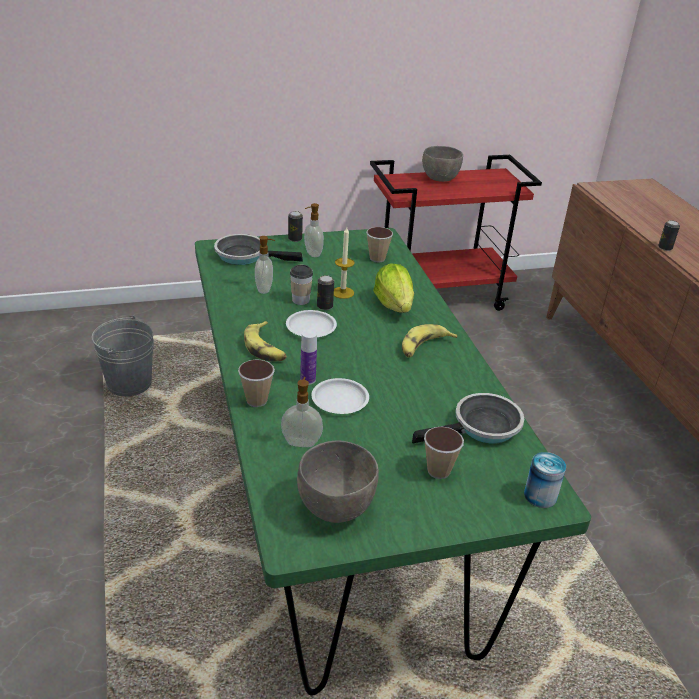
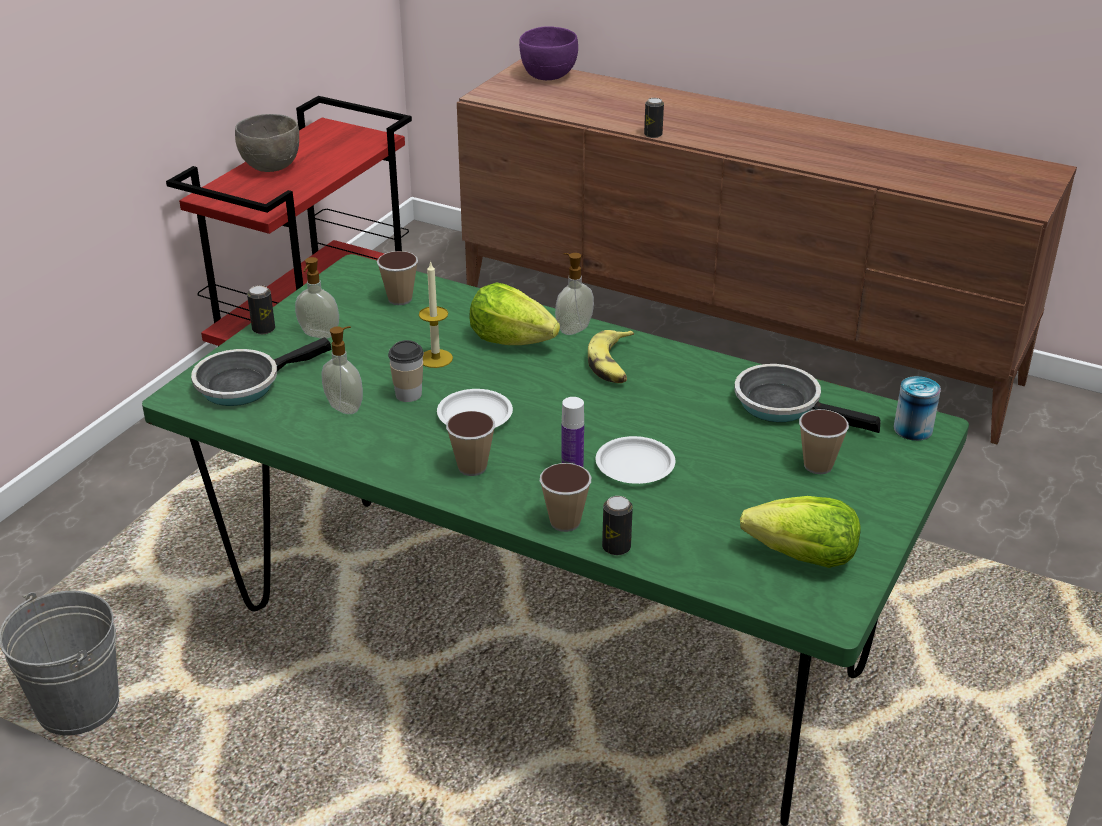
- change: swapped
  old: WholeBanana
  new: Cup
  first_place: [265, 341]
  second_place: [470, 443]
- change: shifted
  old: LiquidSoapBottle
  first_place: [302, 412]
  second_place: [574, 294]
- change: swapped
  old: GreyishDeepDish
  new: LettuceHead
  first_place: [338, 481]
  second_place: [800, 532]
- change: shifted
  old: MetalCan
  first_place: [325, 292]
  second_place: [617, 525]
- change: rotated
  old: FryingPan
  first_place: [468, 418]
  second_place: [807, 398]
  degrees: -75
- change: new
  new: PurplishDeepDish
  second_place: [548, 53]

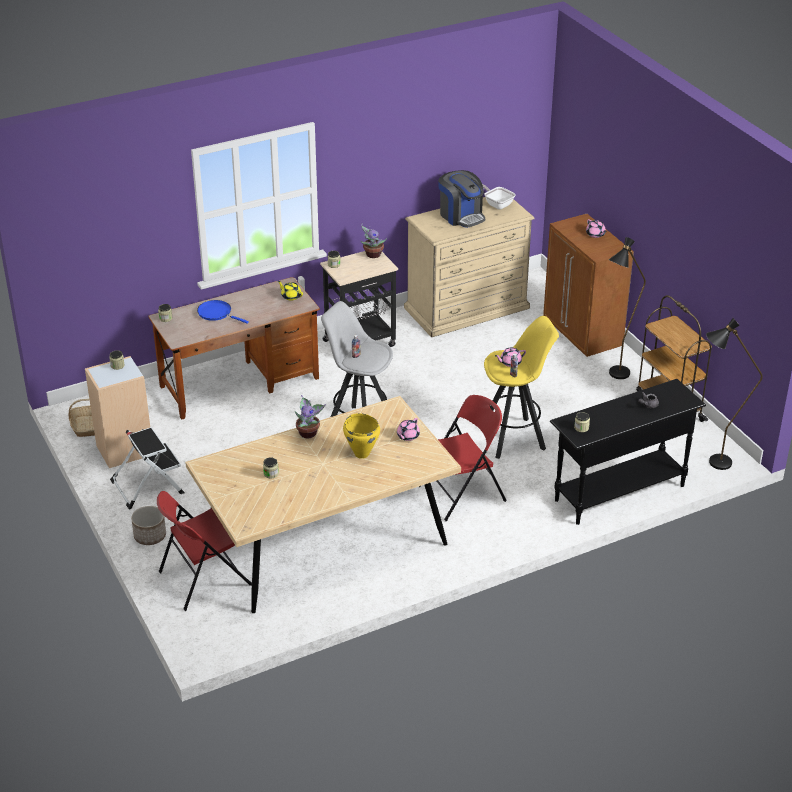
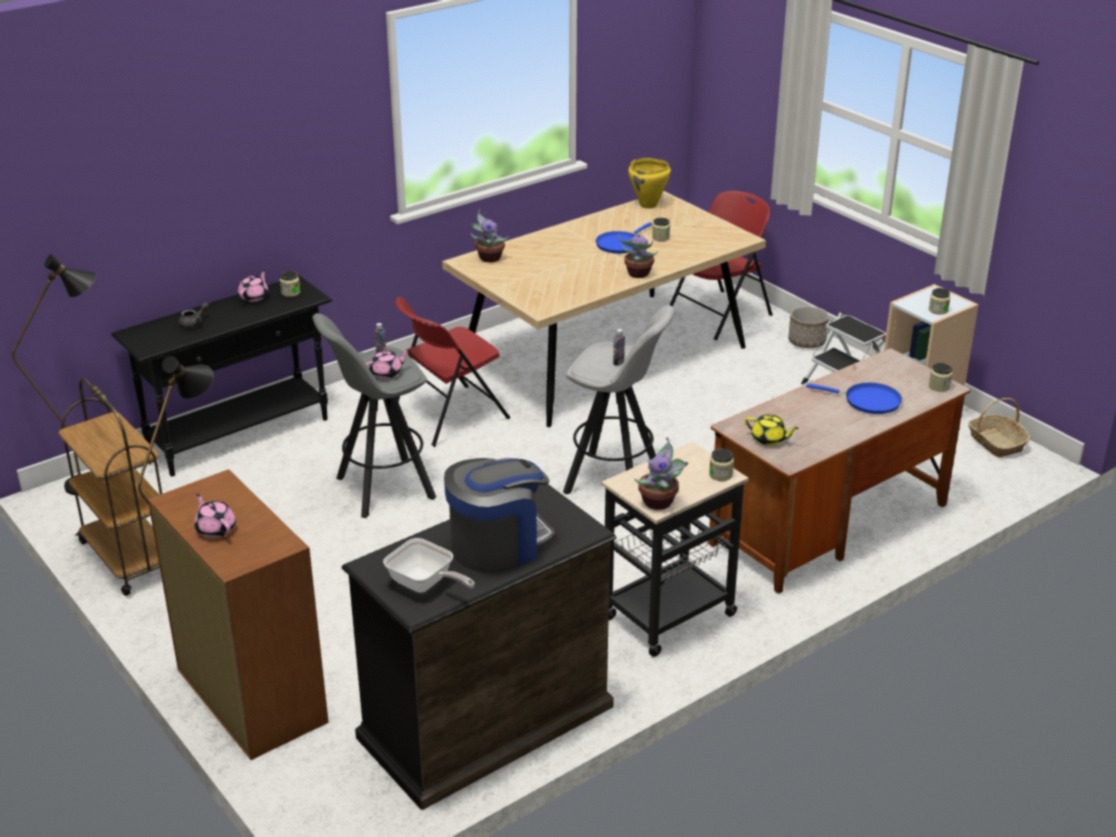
- change: shifted
  old: YellowStockpot
  first_place: [361, 436]
  second_place: [649, 183]
- change: shifted
  old: PinkishTeapot
  first_place: [408, 429]
  second_place: [253, 286]
- change: repainted
  old: BeigeColouredChestOfDrawers
  new: BlackishChestOfDrawers
  first_place: [469, 267]
  second_place: [479, 647]
- change: rotated
  old: CoffeeMachine
  first_place: [461, 199]
  second_place: [499, 515]
  degrees: 105
- change: repainted
  old: YellowStool
  new: GreyishStool
  first_place: [521, 387]
  second_place: [374, 415]
- change: new
  new: PlantInAPot
  second_place: [490, 235]
- change: new
  new: BlueFryingPan
  second_place: [624, 238]

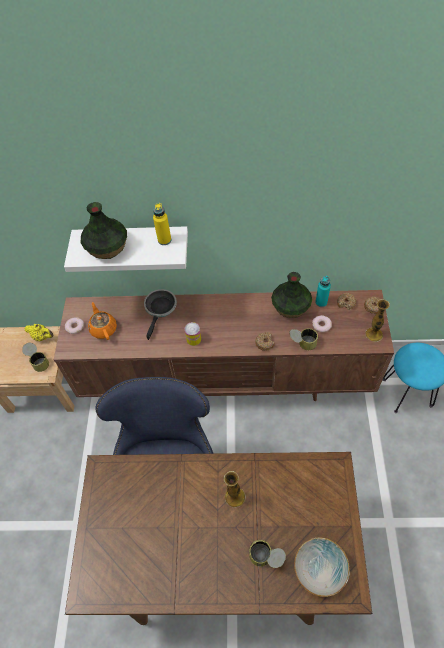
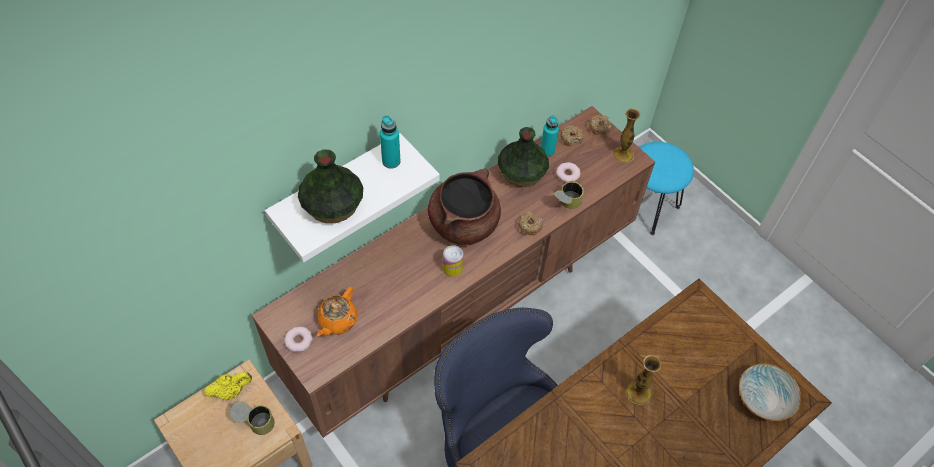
- change: rotated
  old: OrangeTeapot
  first_place: [102, 321]
  second_place: [337, 311]
  degrees: -90
- change: gone
  old: FryingPan
  first_place: [160, 314]
- change: repainted
  old: YellowDrinkBottle
  new: BlueGreenDrinkBottle
  first_place: [162, 224]
  second_place: [390, 142]
- change: gone
  old: MetalCan
  first_place: [267, 554]
- change: new
  new: BrownStockpot
  second_place: [464, 207]

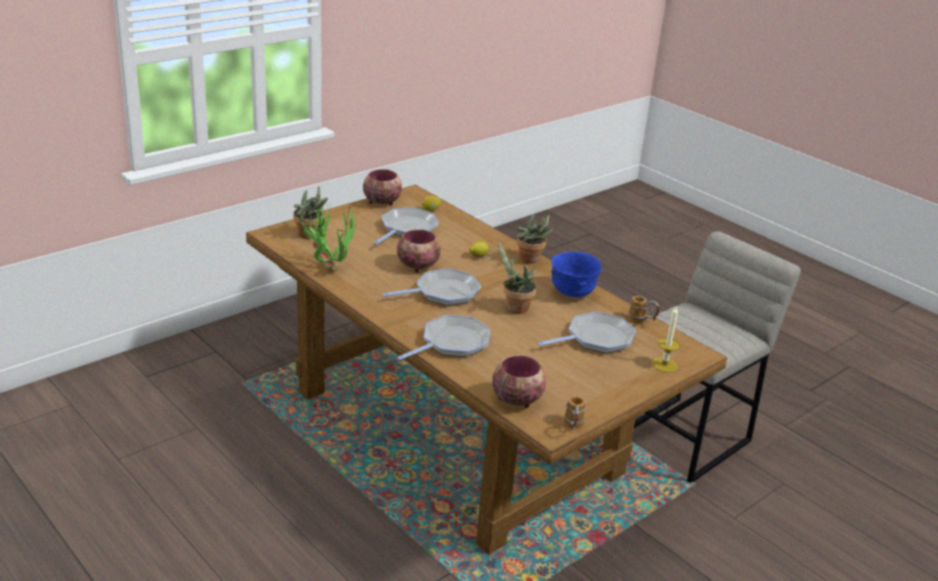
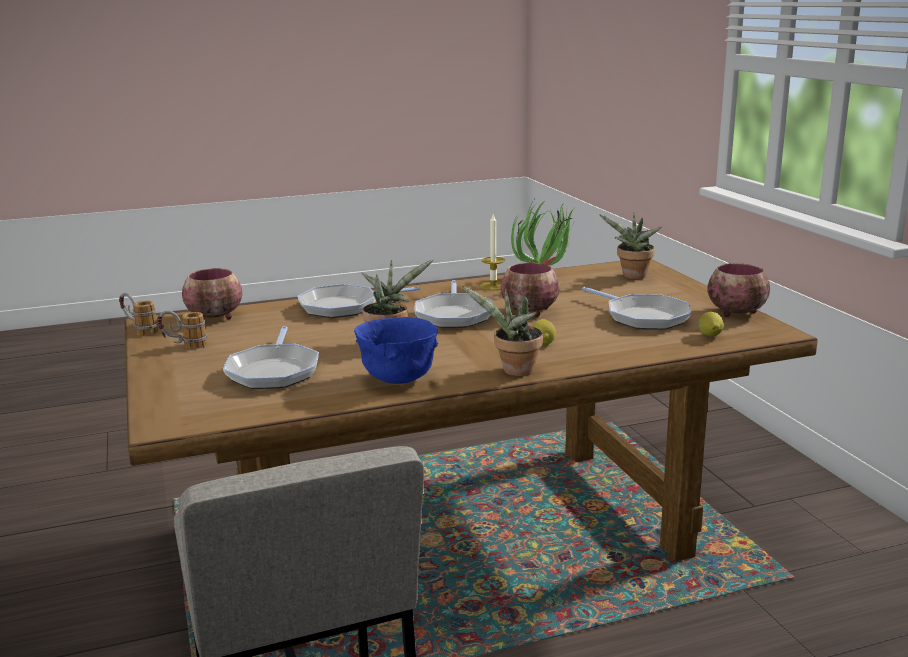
- change: rotated
  old: FryingPan
  first_place: [443, 337]
  second_place: [358, 301]
  degrees: 90
- change: shifted
  old: CoffeeMug
  first_place: [644, 309]
  second_place: [182, 329]
- change: shifted
  old: WaxLight
  first_place: [666, 338]
  second_place: [492, 252]

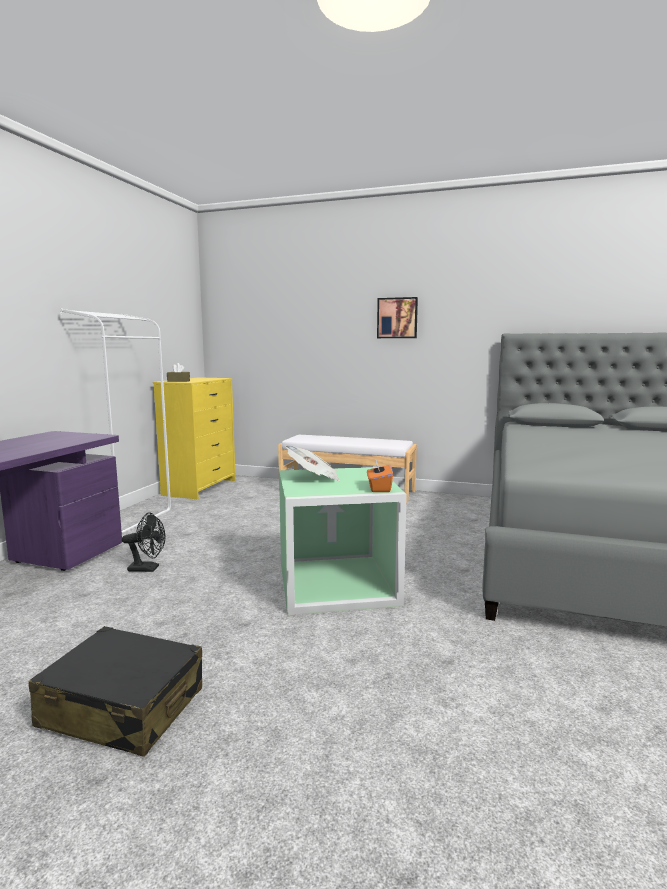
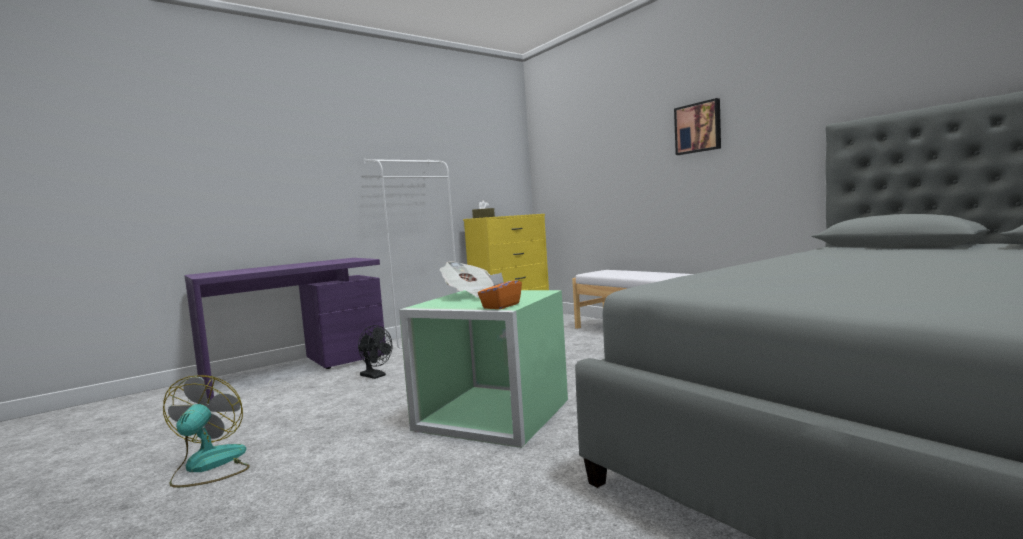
- change: swapped
  old: BlackishTravelCase
  new: Fan
  first_place: [115, 691]
  second_place: [206, 431]

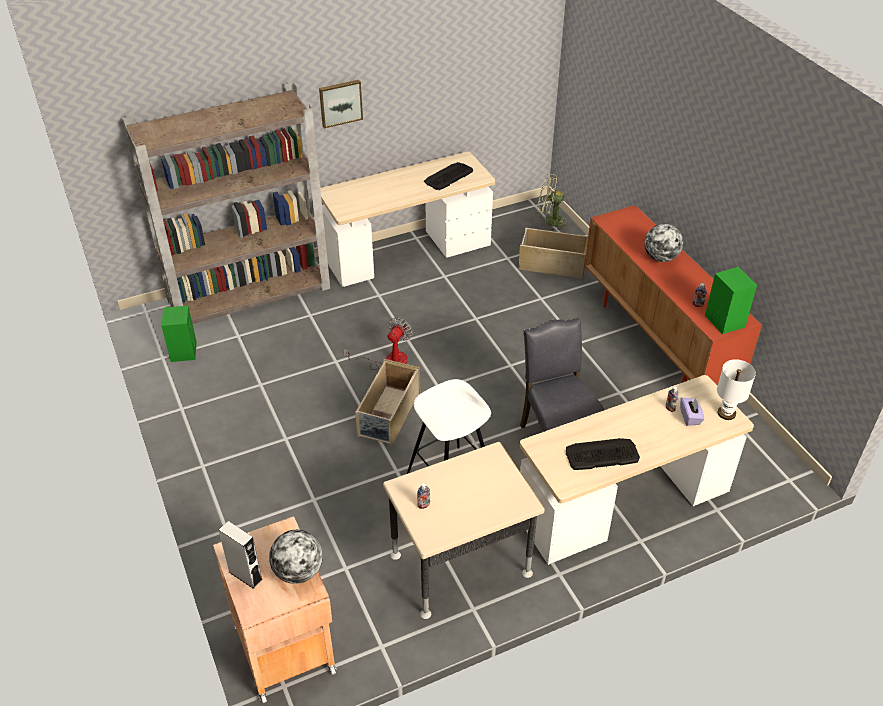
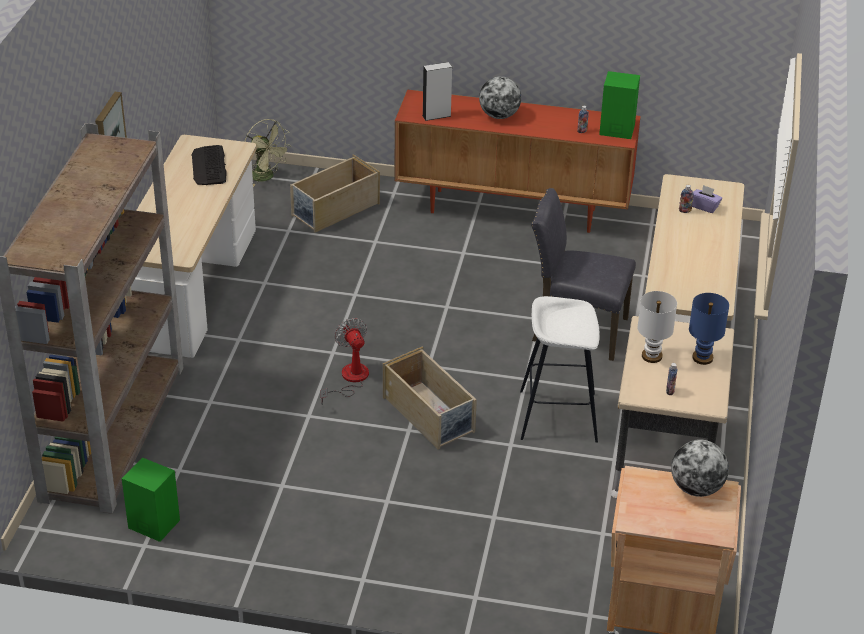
- change: shifted
  old: GreyishSpeaker
  first_place: [241, 555]
  second_place: [437, 91]
- change: rotated
  old: GreenFan
  first_place: [553, 202]
  second_place: [268, 153]
  degrees: -90
- change: gone
  old: Keyboard
  first_place: [603, 454]
- change: shifted
  old: WhiteTableLamp
  first_place: [736, 389]
  second_place: [657, 327]
- change: new
  new: BlueTableLamp
  second_place: [709, 329]

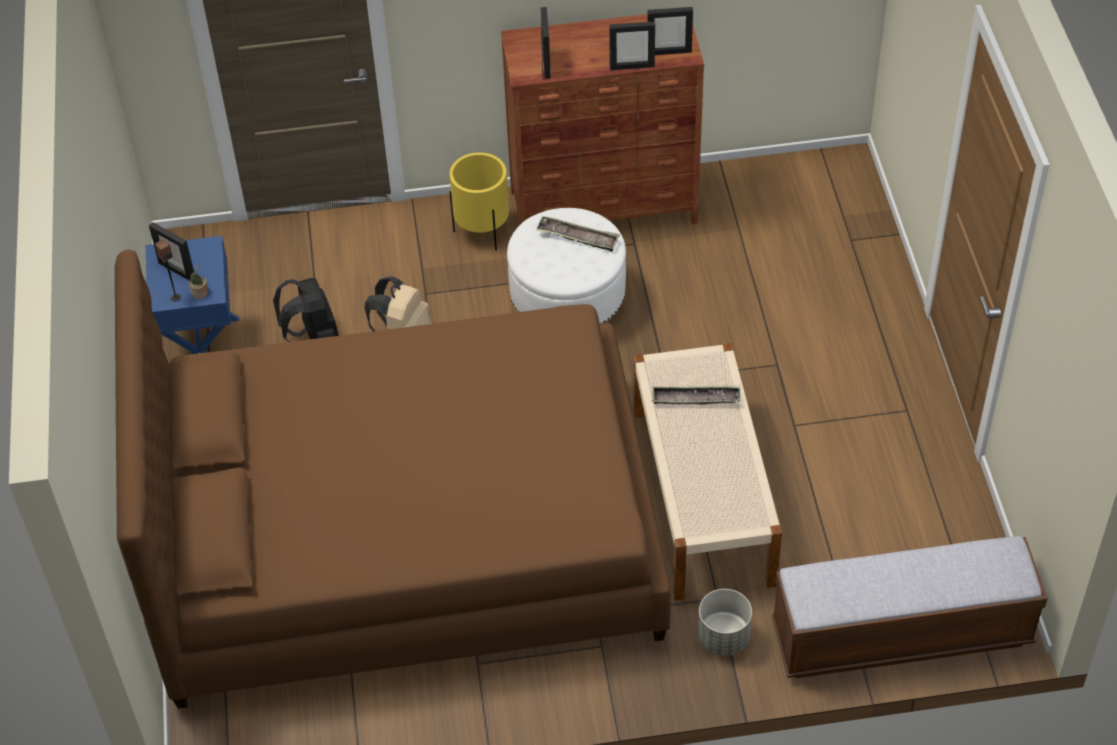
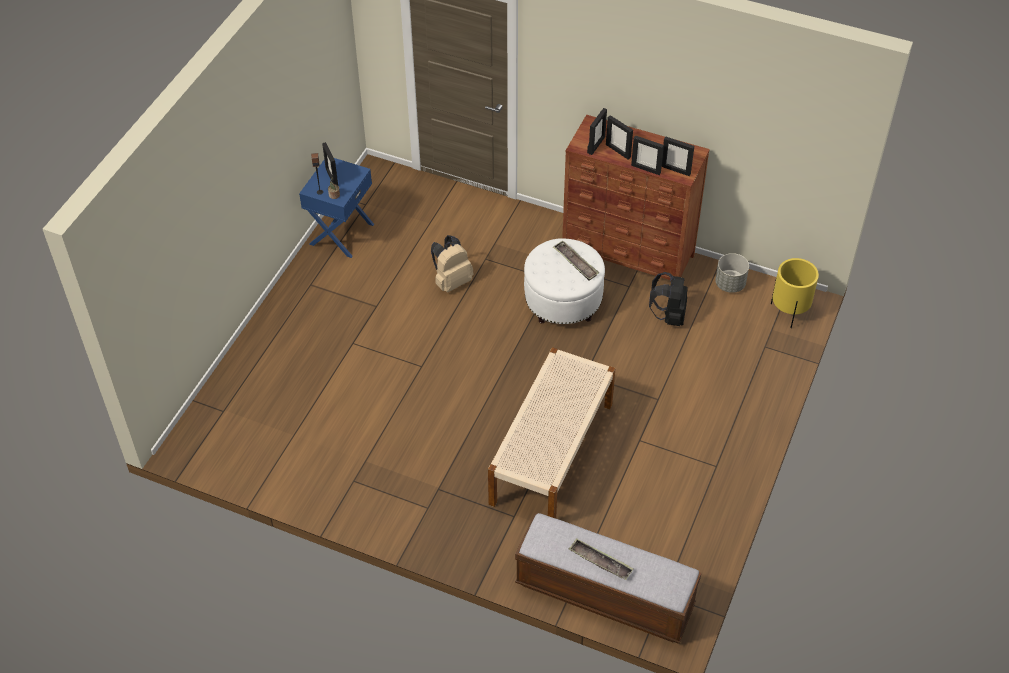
- change: gone
  old: BrownSleepingBed
  first_place: [393, 479]
- change: shifted
  old: BlackishBackpack
  first_place: [306, 310]
  second_place: [668, 299]
- change: shifted
  old: YellowPlantPot
  first_place: [479, 201]
  second_place: [795, 293]
- change: shifted
  old: ServingTray
  first_place: [696, 395]
  second_place: [601, 559]
- change: shifted
  old: GreyishPlantPot
  first_place: [725, 622]
  second_place: [732, 273]
- change: new
  new: PictureFrame
  second_place: [619, 137]

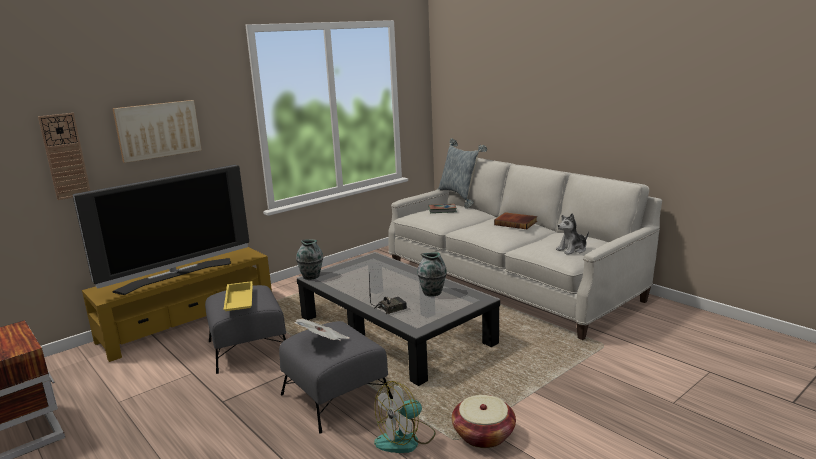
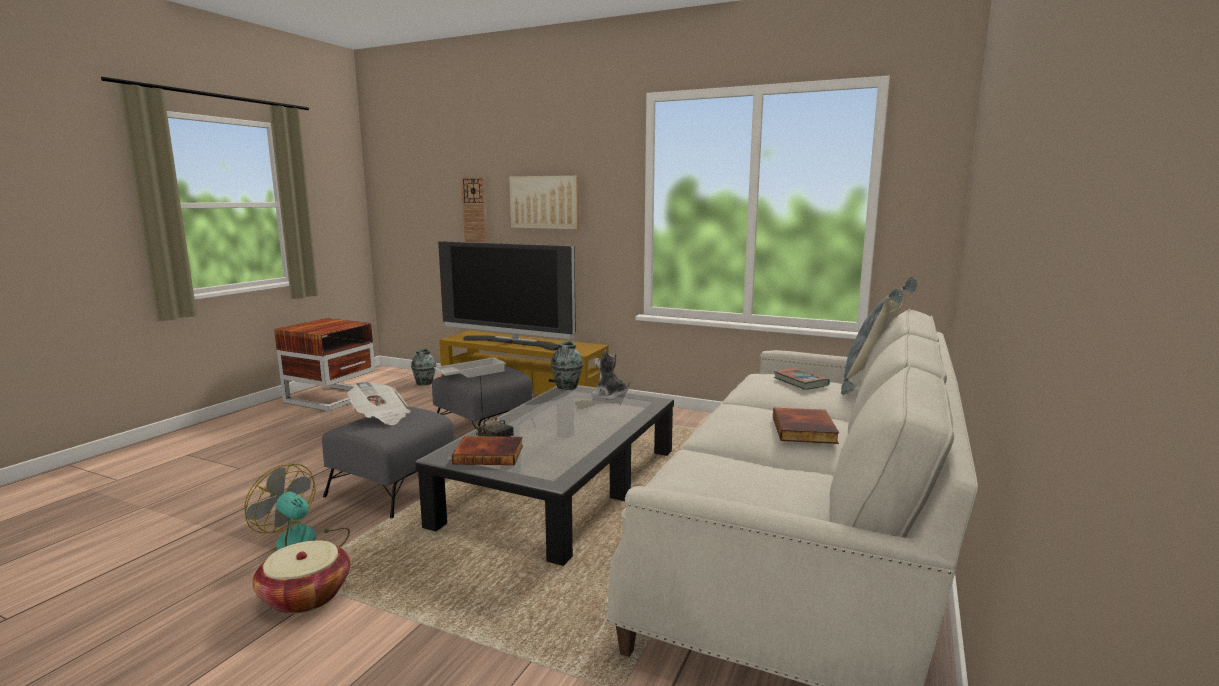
- change: repainted
  old: YellowServingTray
  new: WhiteServingTray
  first_place: [238, 296]
  second_place: [470, 368]
- change: shifted
  old: DecorativeVase
  first_place: [432, 274]
  second_place: [423, 366]
- change: shifted
  old: CuddlyToy
  first_place: [572, 234]
  second_place: [611, 375]
- change: new
  new: Book
  second_place: [487, 450]

